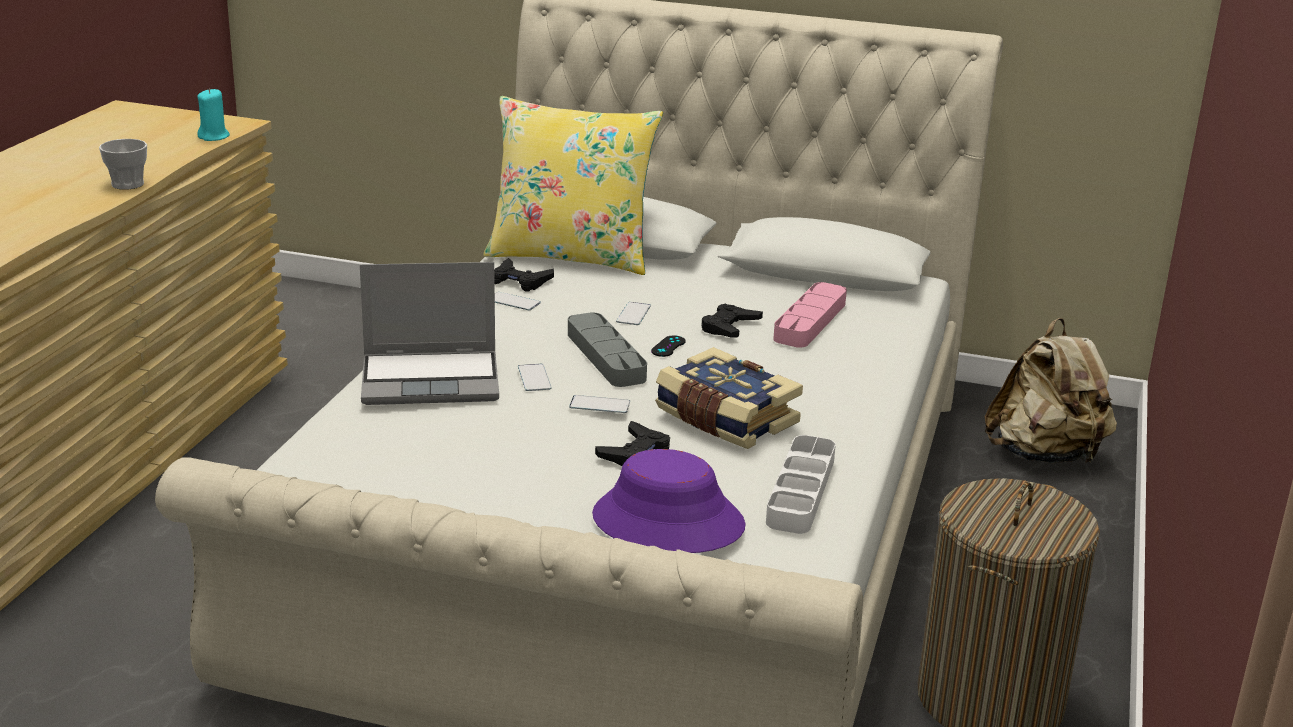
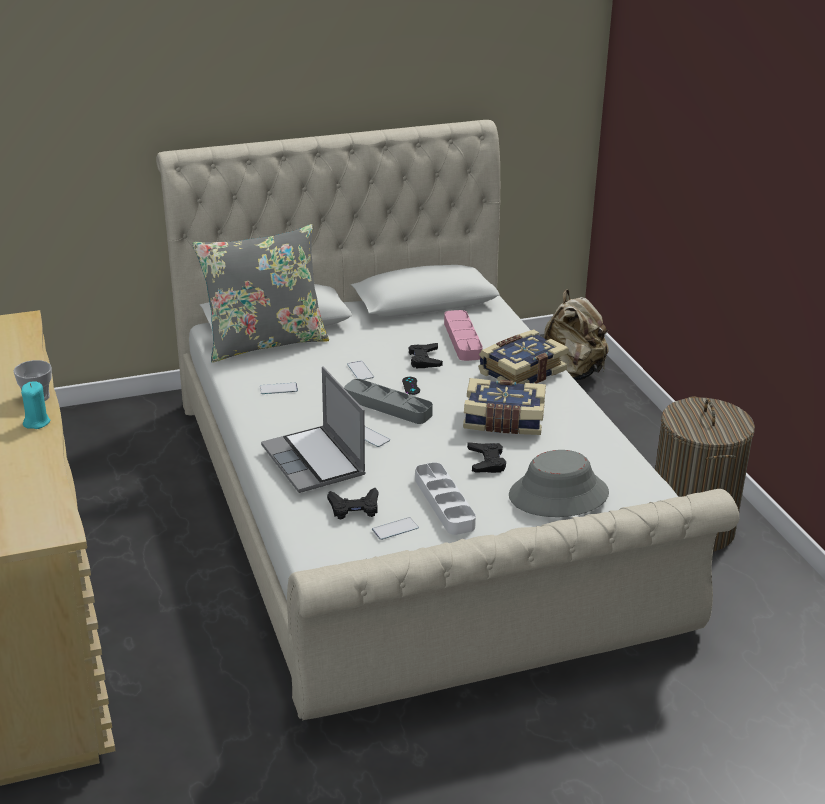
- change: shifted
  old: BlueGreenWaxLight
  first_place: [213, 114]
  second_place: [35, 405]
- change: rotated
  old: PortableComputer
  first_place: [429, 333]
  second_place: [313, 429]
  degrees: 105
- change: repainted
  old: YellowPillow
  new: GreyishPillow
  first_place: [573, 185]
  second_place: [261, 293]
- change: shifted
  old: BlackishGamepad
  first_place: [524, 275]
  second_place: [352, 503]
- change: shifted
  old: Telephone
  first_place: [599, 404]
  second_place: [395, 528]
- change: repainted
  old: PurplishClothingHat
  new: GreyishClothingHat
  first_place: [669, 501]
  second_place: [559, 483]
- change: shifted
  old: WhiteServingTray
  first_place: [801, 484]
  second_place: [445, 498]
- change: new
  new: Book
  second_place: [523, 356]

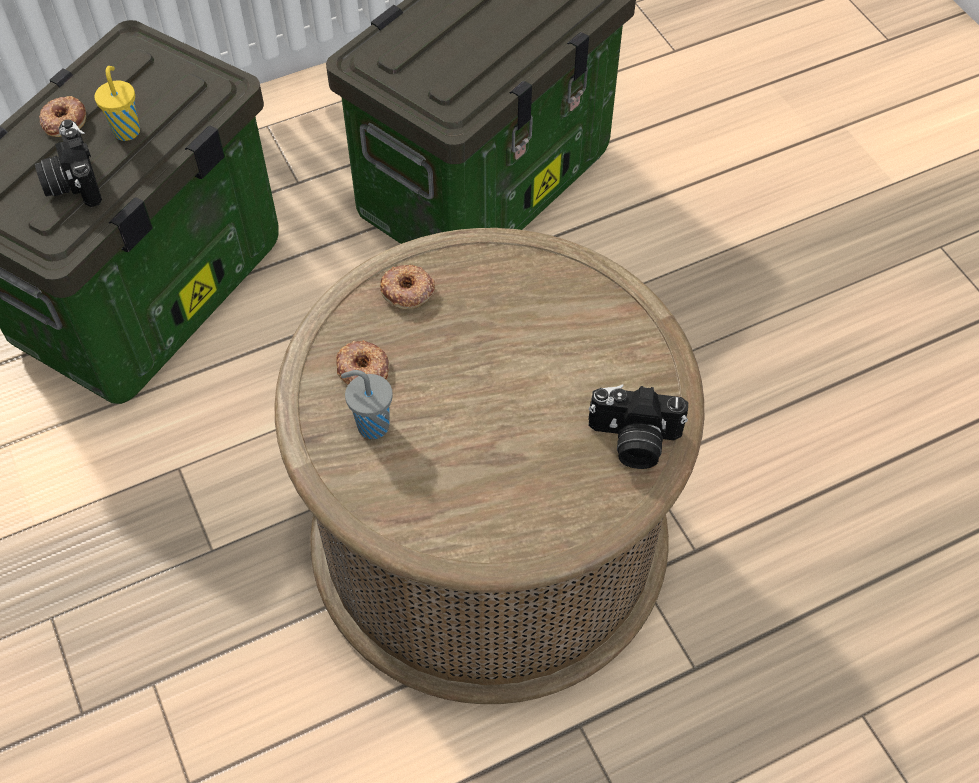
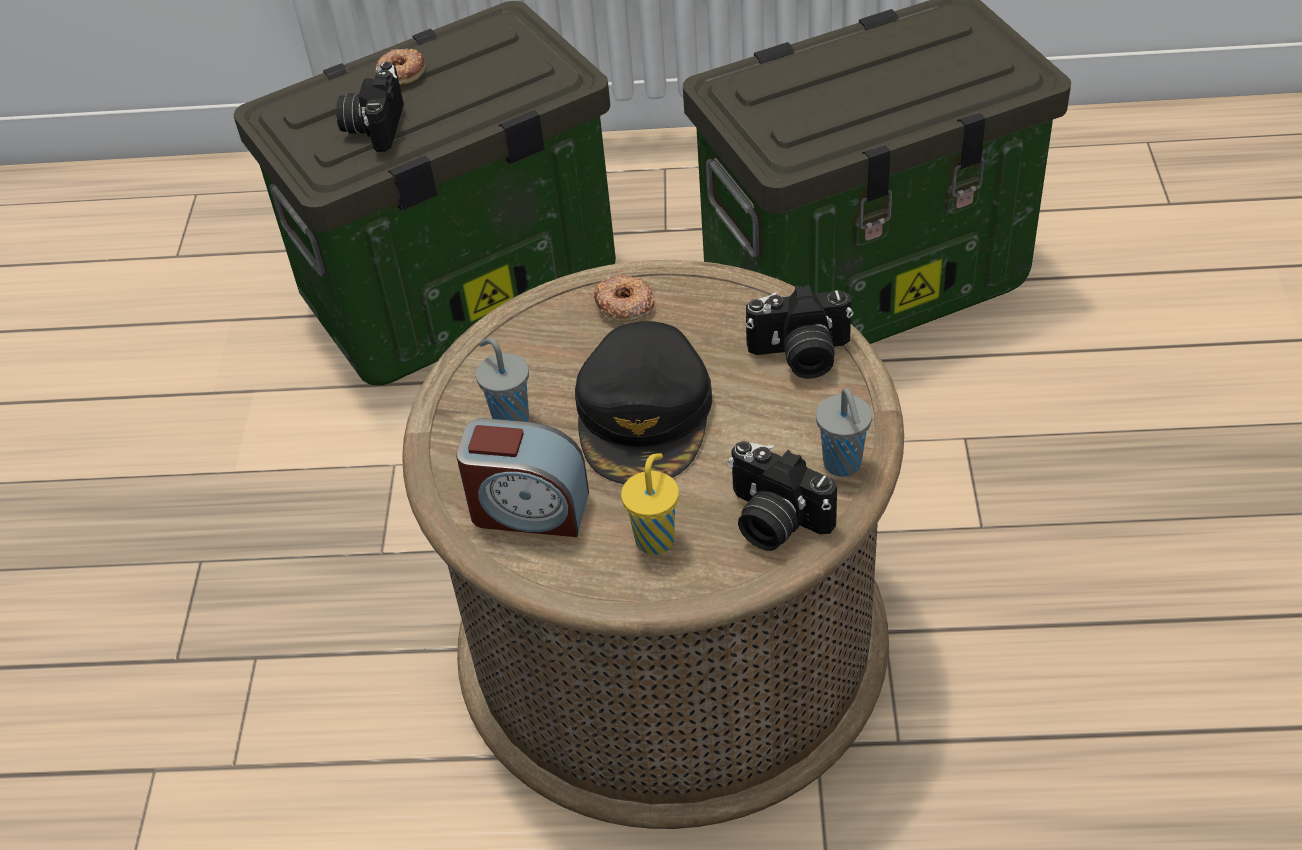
- change: shifted
  old: YellowCup
  first_place: [117, 103]
  second_place: [650, 504]
- change: gone
  old: Donut
  first_place: [362, 363]
- change: new
  new: BedsideClock
  second_place: [522, 477]
- change: new
  new: BlackishPeakedCap
  second_place: [643, 402]
- change: new
  new: PhotoCamera
  second_place: [799, 331]
- change: new
  new: GreyishCup
  second_place: [844, 432]

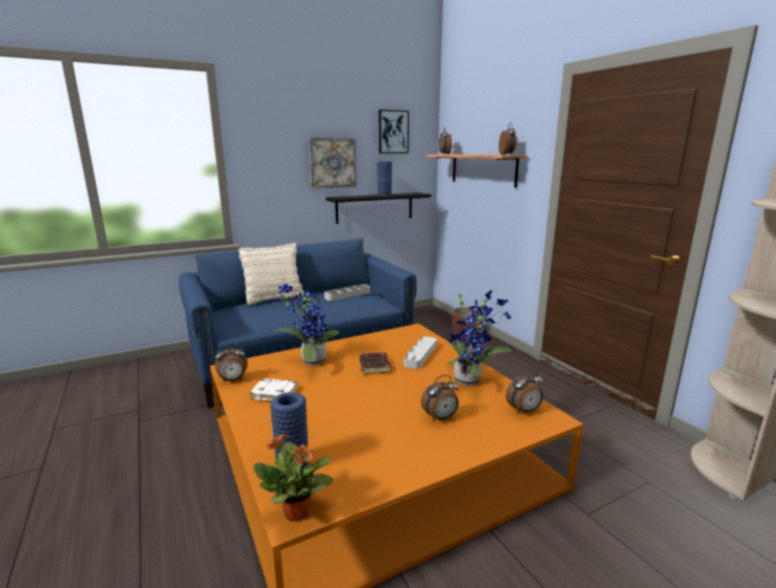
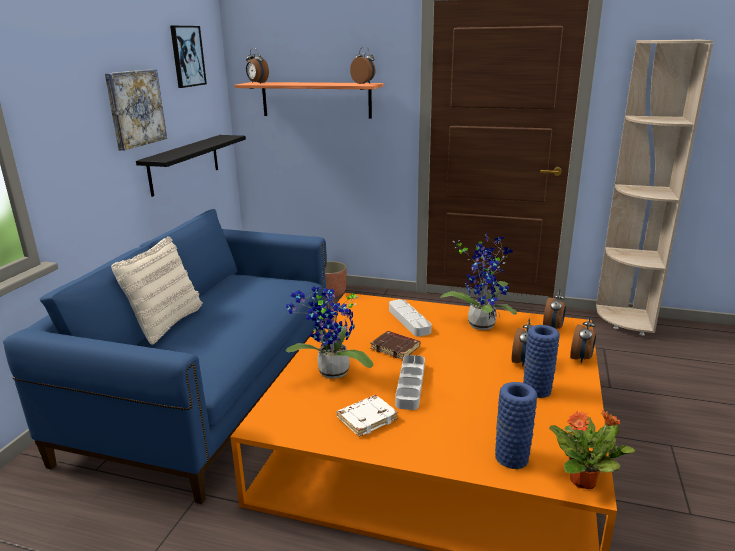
- change: shifted
  old: BedsideClock
  first_place: [231, 362]
  second_place: [583, 339]
- change: shifted
  old: GreyishServingTray
  first_place: [347, 292]
  second_place: [410, 382]
- change: shifted
  old: BlueDecorativeVase
  first_place: [384, 178]
  second_place: [541, 361]

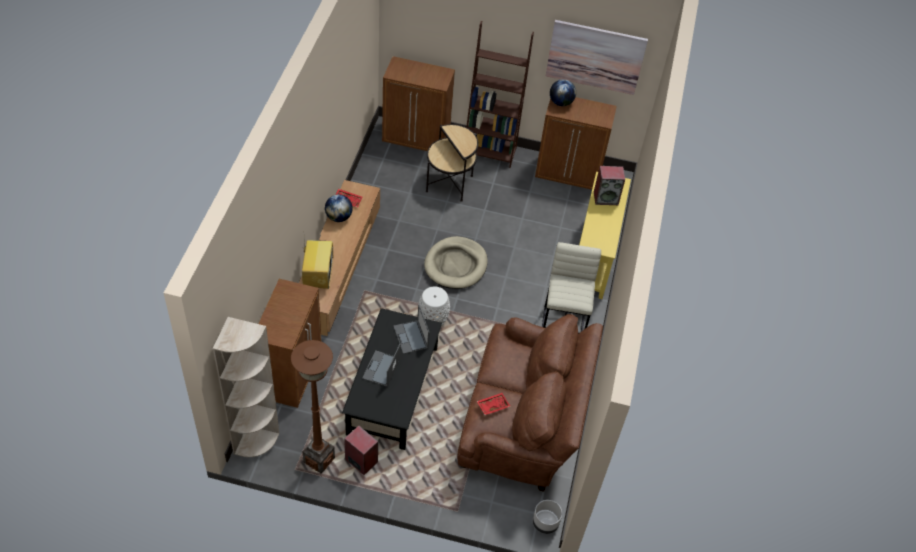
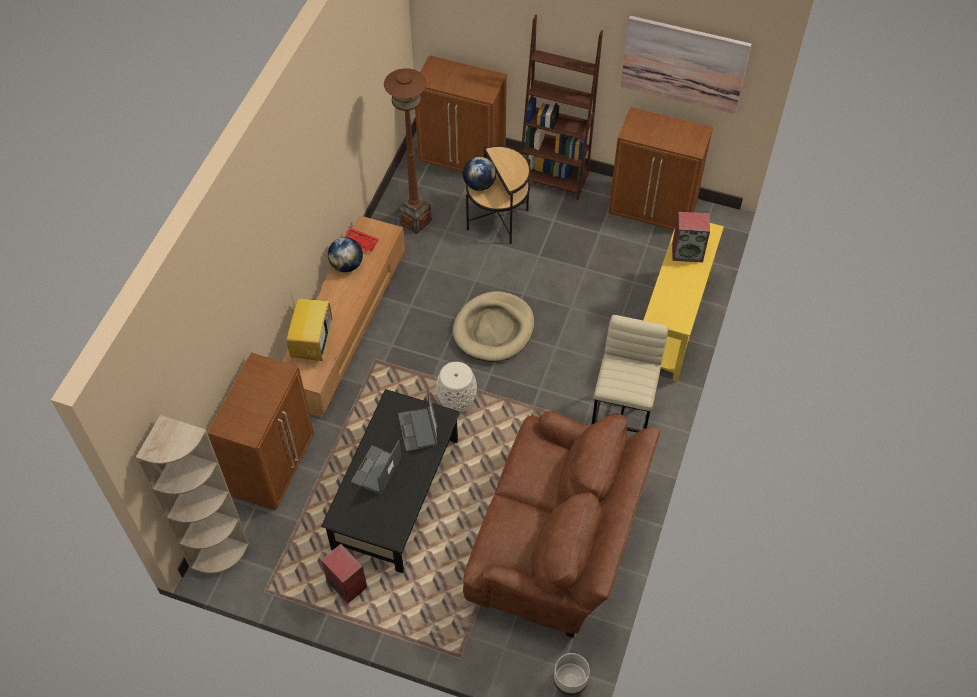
- change: shifted
  old: BrownStandingLamp
  first_place: [313, 407]
  second_place: [408, 151]
- change: gone
  old: RedServingTray
  first_place: [494, 404]
- change: shifted
  old: WorldGlobe
  first_place: [563, 92]
  second_place: [479, 174]

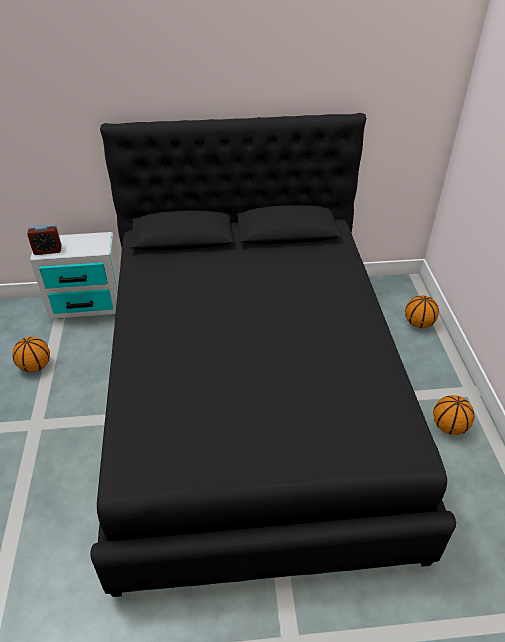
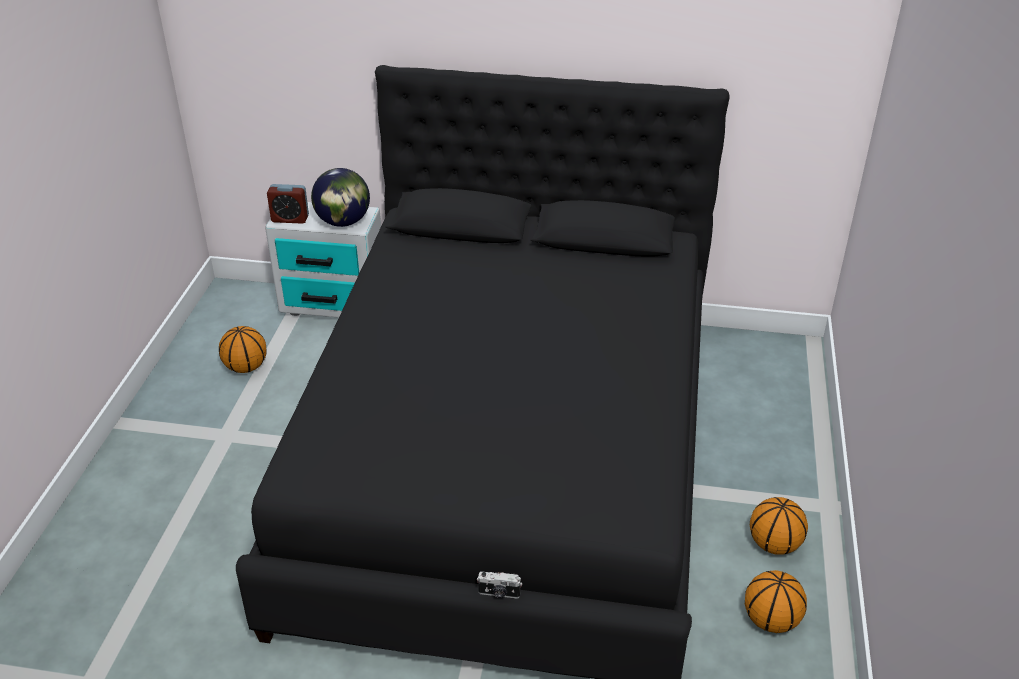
- change: shifted
  old: BasketballBall
  first_place: [422, 312]
  second_place: [776, 601]
- change: new
  new: WorldGlobe
  second_place: [340, 197]
- change: new
  new: PhotoCamera
  second_place: [499, 585]

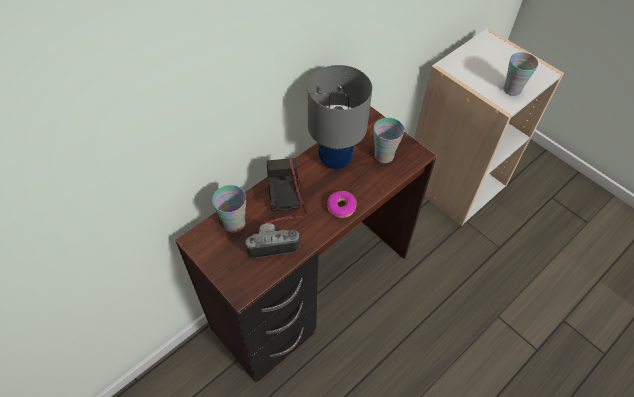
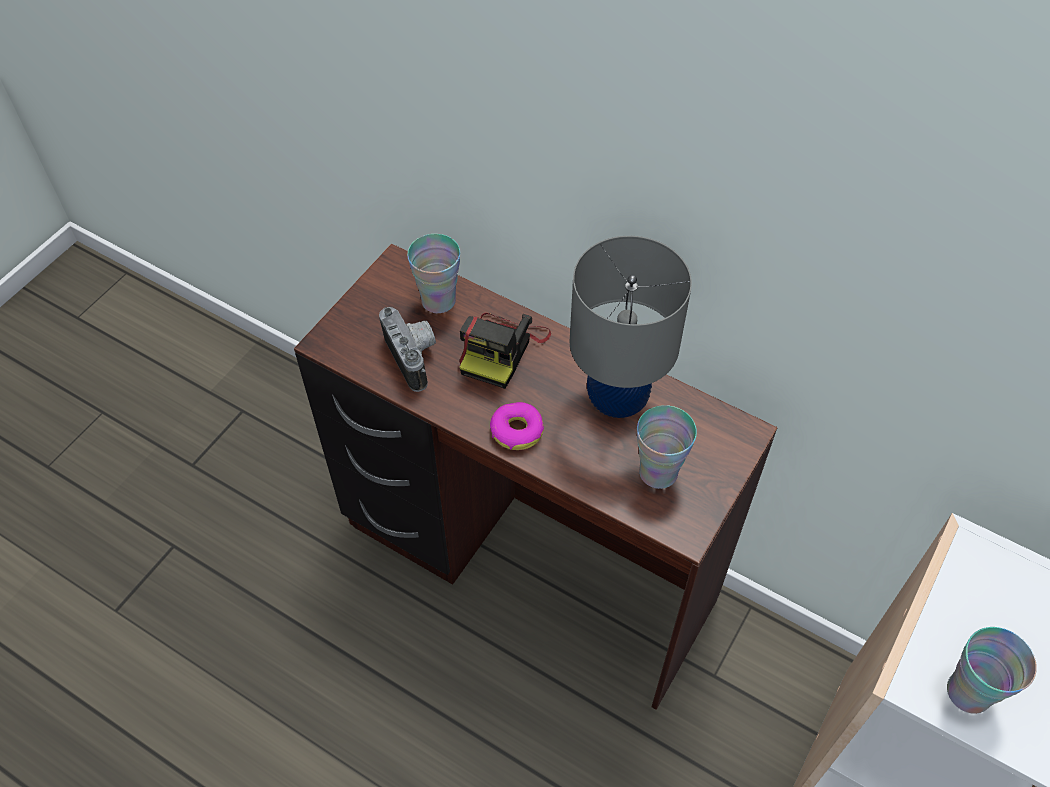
- change: rotated
  old: PhotoCamera
  first_place: [284, 190]
  second_place: [505, 351]
  degrees: 135

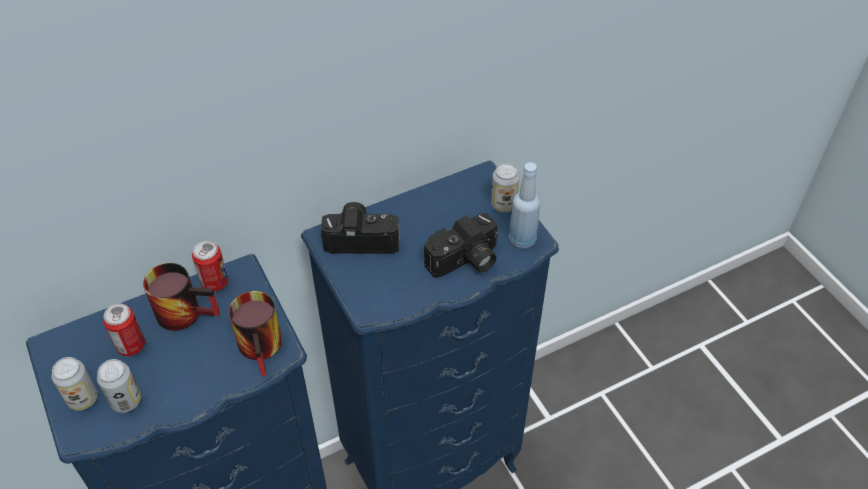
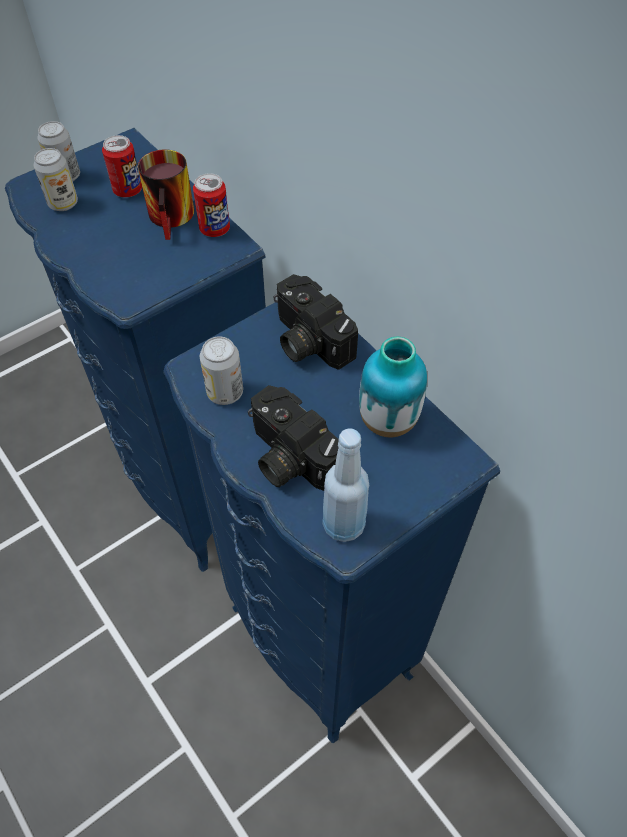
- change: gone
  old: CoffeeMug
  first_place: [255, 334]
- change: rotated
  old: PhotoCamera
  first_place: [360, 228]
  second_place: [316, 322]
  degrees: 150
- change: shifted
  old: MetalCan
  first_place: [505, 187]
  second_place: [221, 370]
- change: new
  new: DecorativeVase
  second_place: [393, 387]

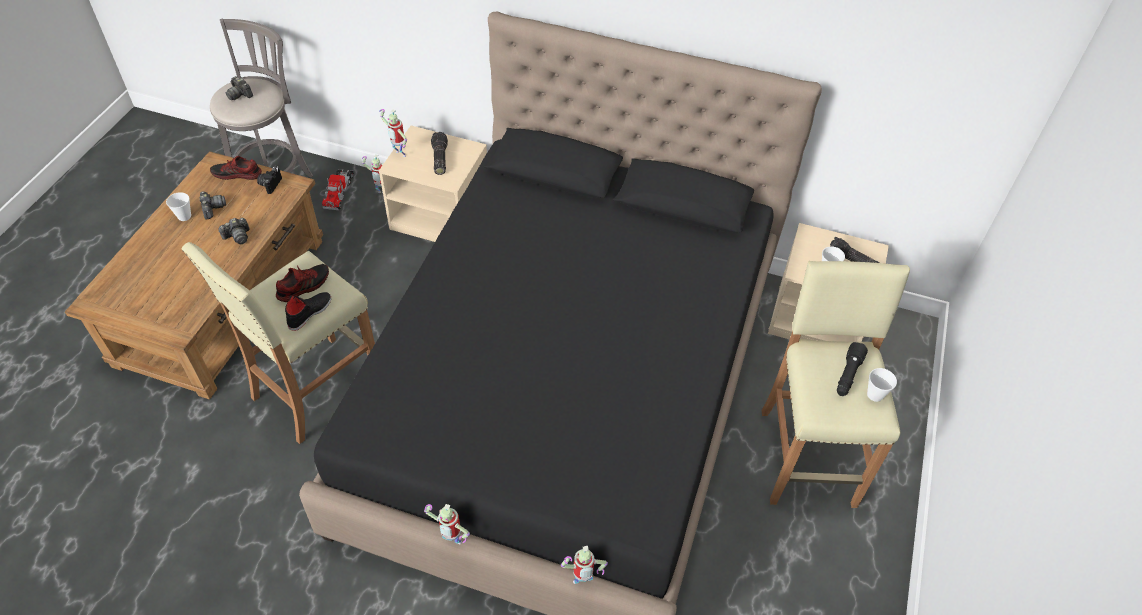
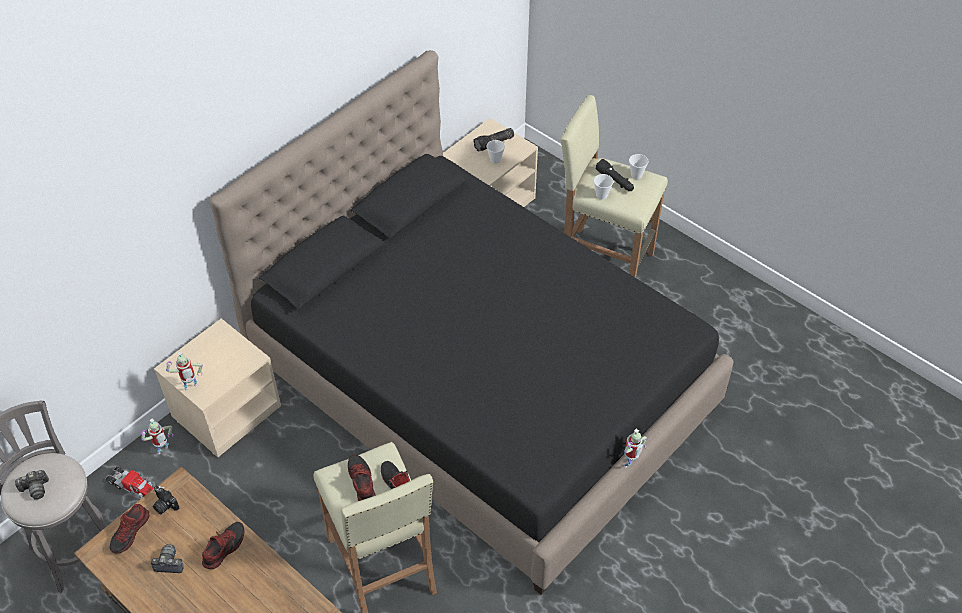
- change: shifted
  old: Cup
  first_place: [178, 206]
  second_place: [603, 186]
- change: swapped
  old: PhotoCamera
  new: Shoe
  first_place: [234, 231]
  second_place: [223, 545]
- change: gone
  old: Torch
  first_place: [439, 153]
- change: gone
  old: RobotFigure
  first_place: [584, 565]

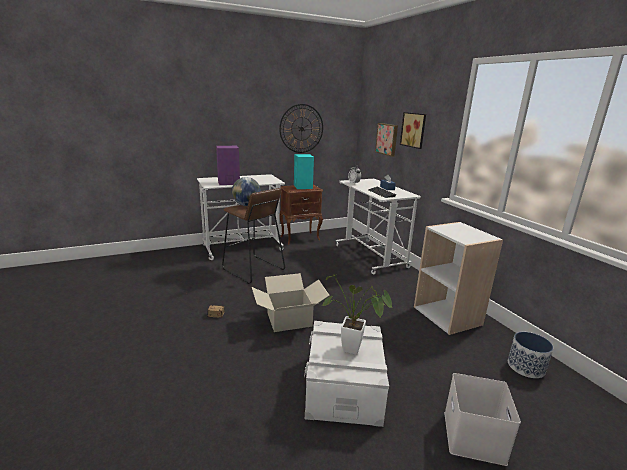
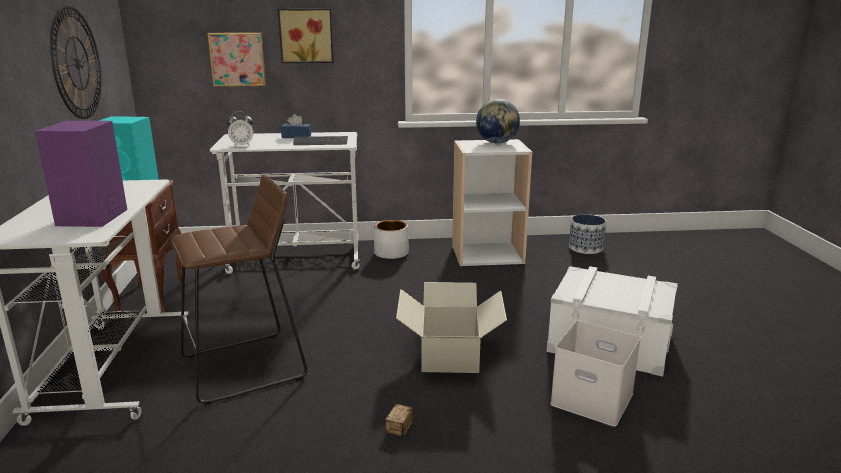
- change: shifted
  old: WorldGlobe
  first_place: [246, 191]
  second_place: [498, 121]
- change: gone
  old: PlantInAPot
  first_place: [357, 314]
- change: shifted
  old: WhiteStorageBin
  first_place: [482, 419]
  second_place: [595, 373]
- change: new
  new: WhitePlantPot
  second_place: [391, 239]

